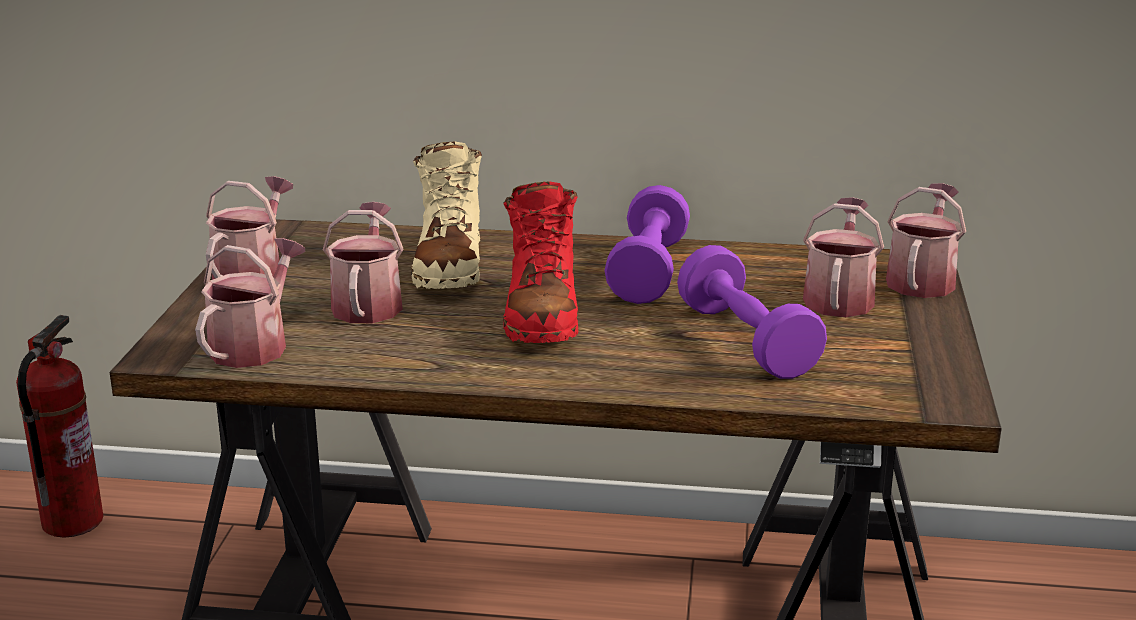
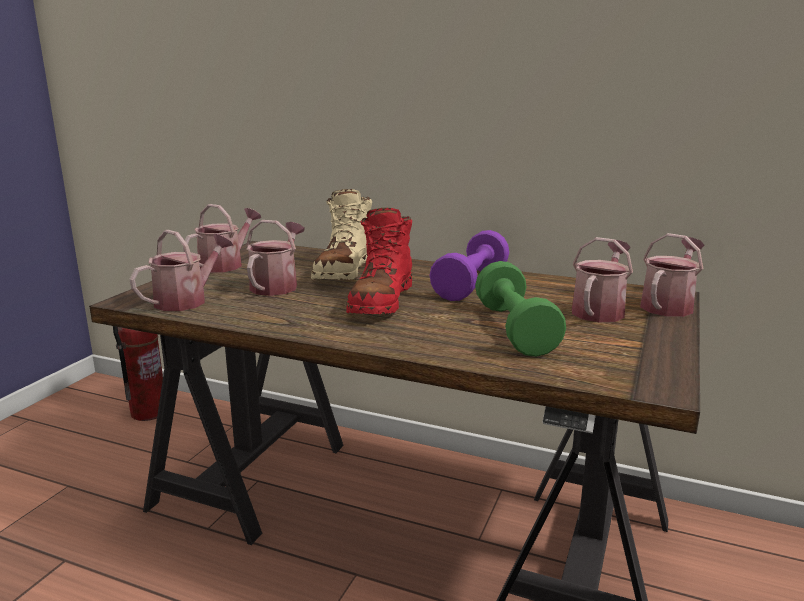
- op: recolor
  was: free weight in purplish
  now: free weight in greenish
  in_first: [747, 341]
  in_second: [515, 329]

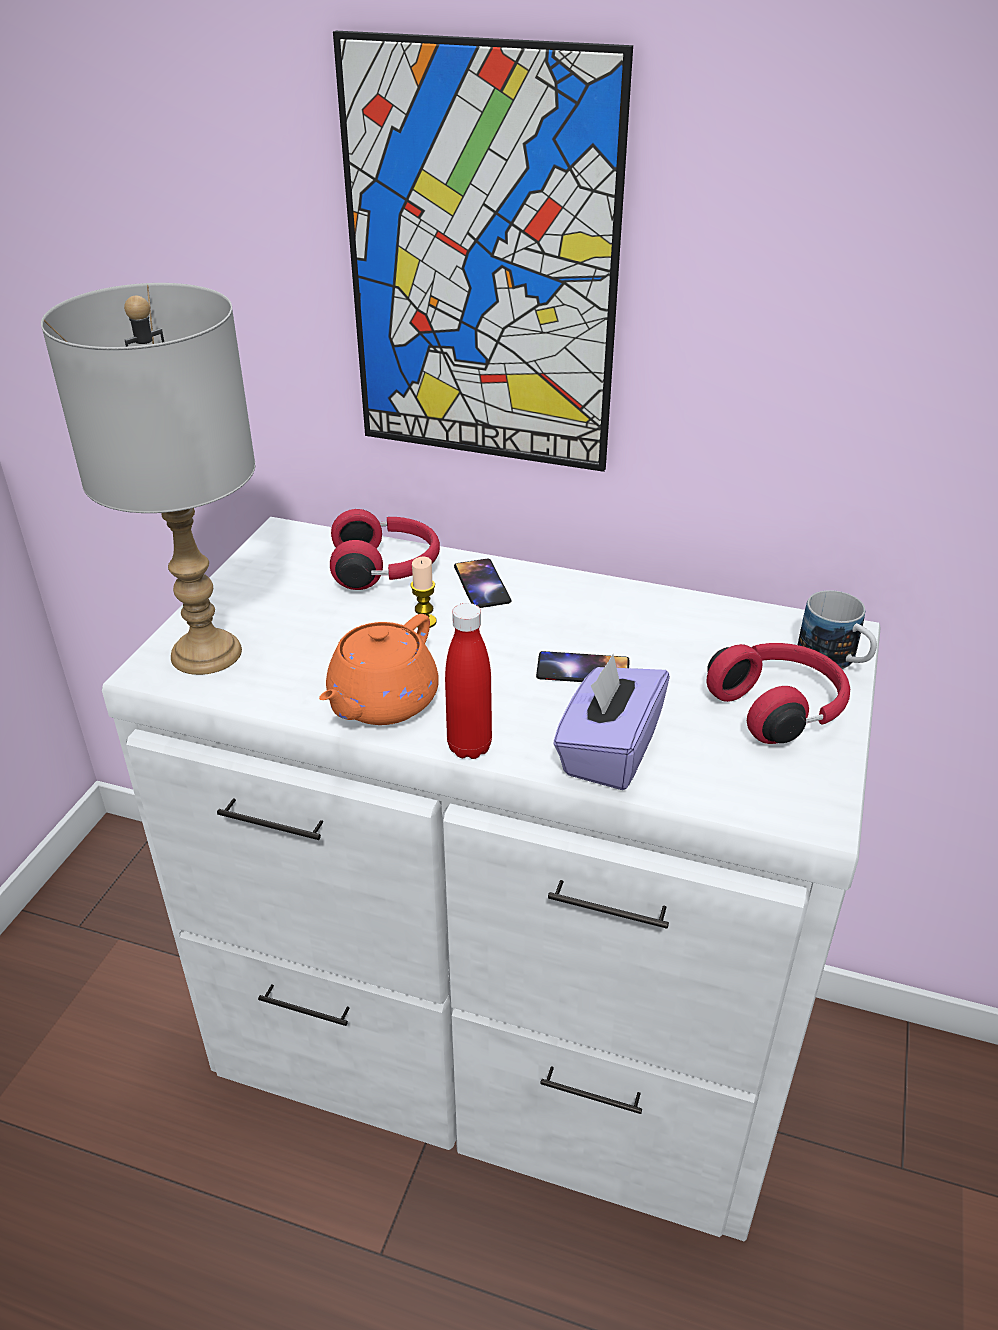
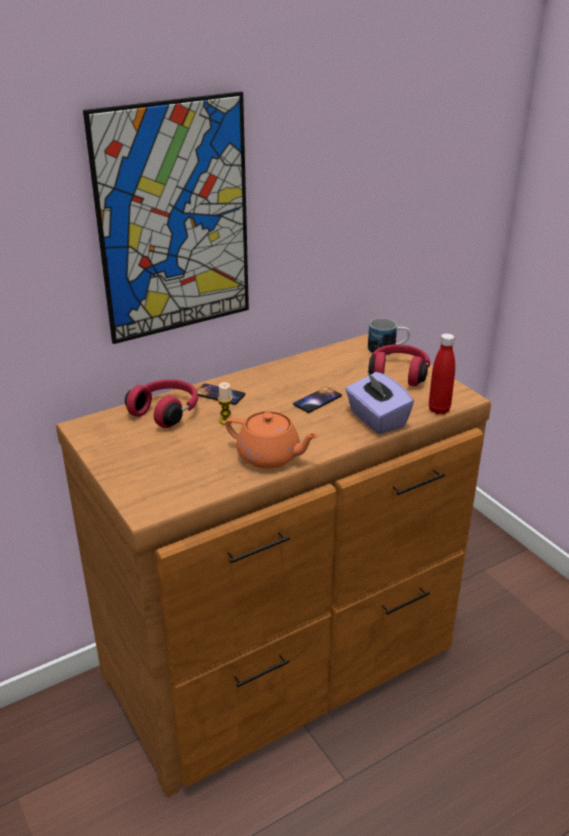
- op: delete
  was: tabletop lamp in greyish
  in_first: [207, 654]
- op: recolor
  was: dresser in white
  now: dresser in brownish
  in_first: [502, 1046]
  in_second: [284, 664]
- op: rotate
  was: teapot in orange-coloured
  in_first: [381, 703]
  in_second: [270, 456]
  clockwise: -45
- op: move
  was: bottle in reddish
  in_first: [469, 747]
  in_second: [439, 410]

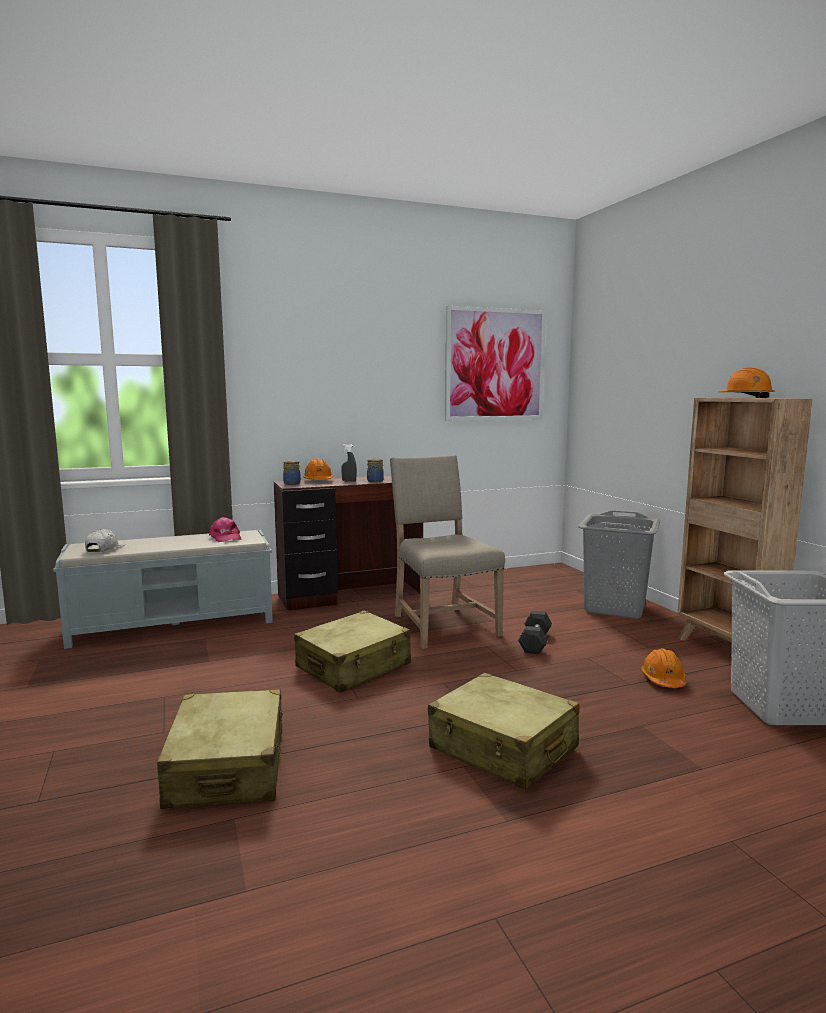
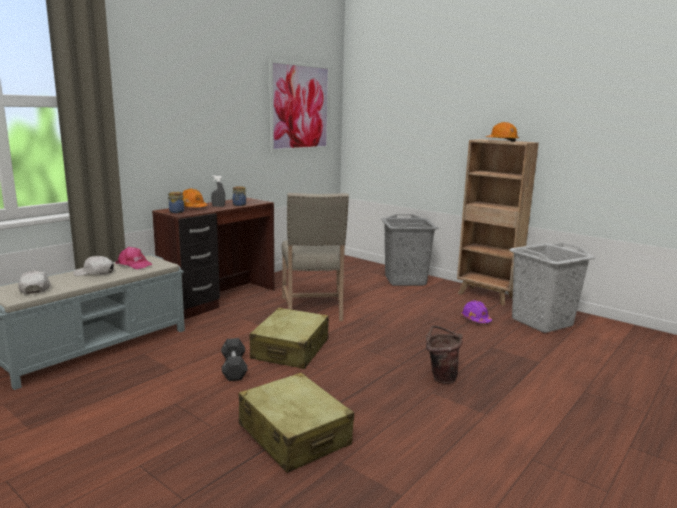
- op: rotate
  was: upright chair in beige-coloured
  in_first: [441, 624]
  in_second: [313, 309]
  clockwise: -135
- op: replace
  was: suitcase in beige-coloured
  now: pail in brownish
  in_first: [503, 748]
  in_second: [440, 377]
- op: move
  was: free weight in black
  in_first: [535, 642]
  in_second: [234, 368]
- op: recolor
  was: safety helmet in orange-coloured
  now: safety helmet in purplish
  in_first: [663, 680]
  in_second: [475, 319]
- op: insert
  now: baseball cap in white
  in_second: [94, 273]

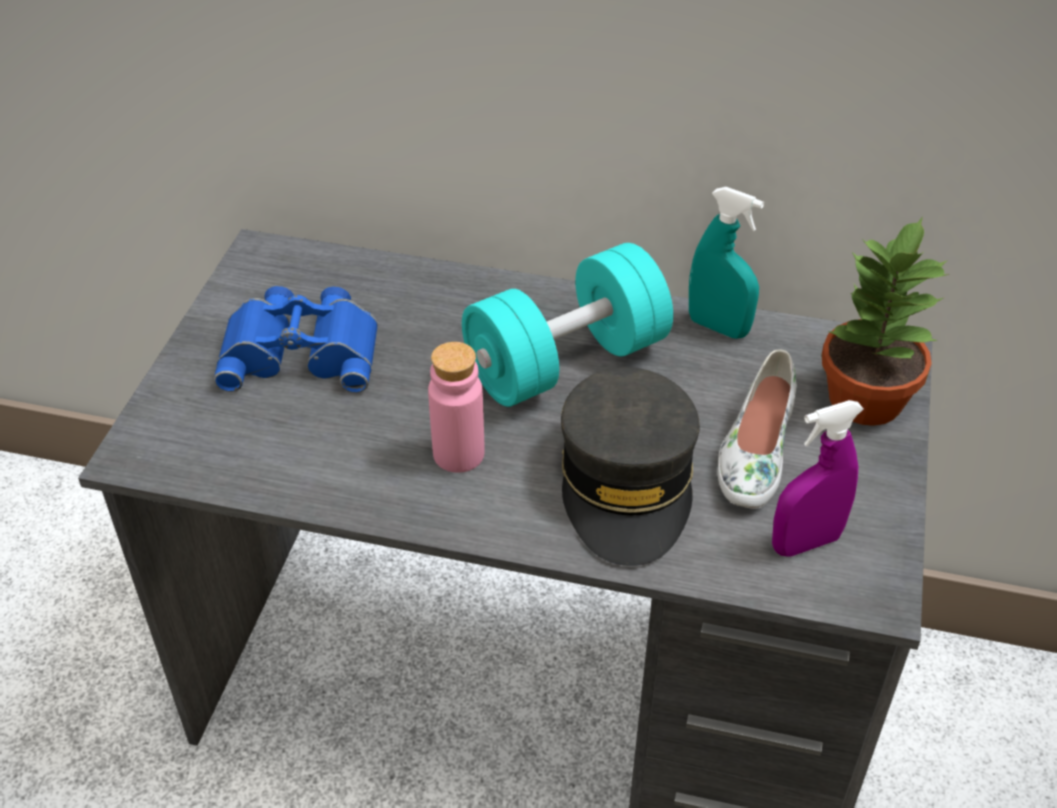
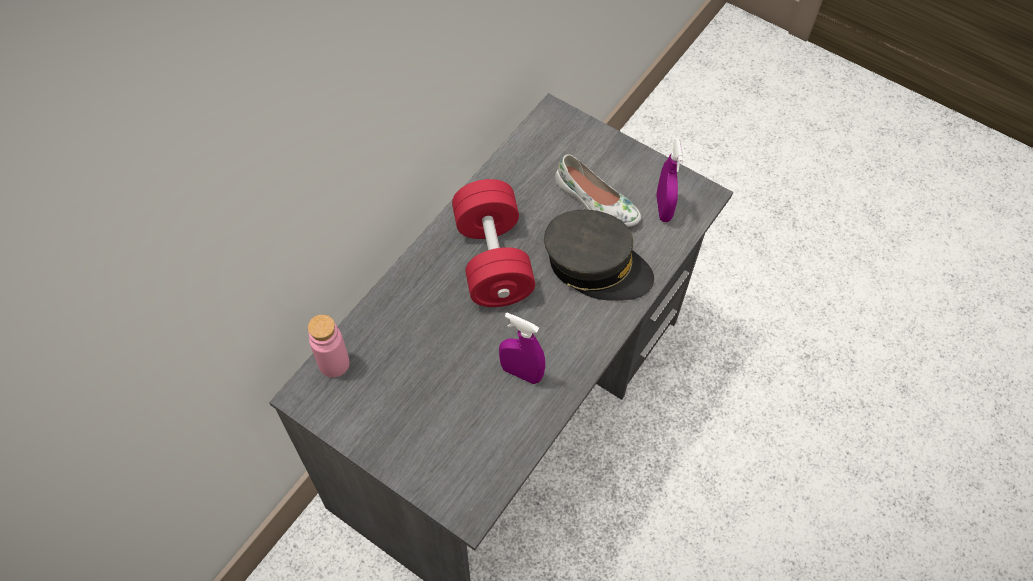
- op: delete
  was: field glasses in blue
  in_first: [302, 349]
- op: move
  was: bottle in pink-coloured
  in_first: [458, 454]
  in_second: [334, 363]
- op: recolor
  was: free weight in turquoise-coloured
  now: free weight in reddish
  in_first: [566, 362]
  in_second: [493, 260]
- op: delete
  was: hand sprayer in turquoise-coloured
  in_first: [718, 327]
- op: delete
  was: houseplant
  in_first: [863, 400]
- op: insert
  now: hand sprayer in purplish
  in_second: [521, 373]

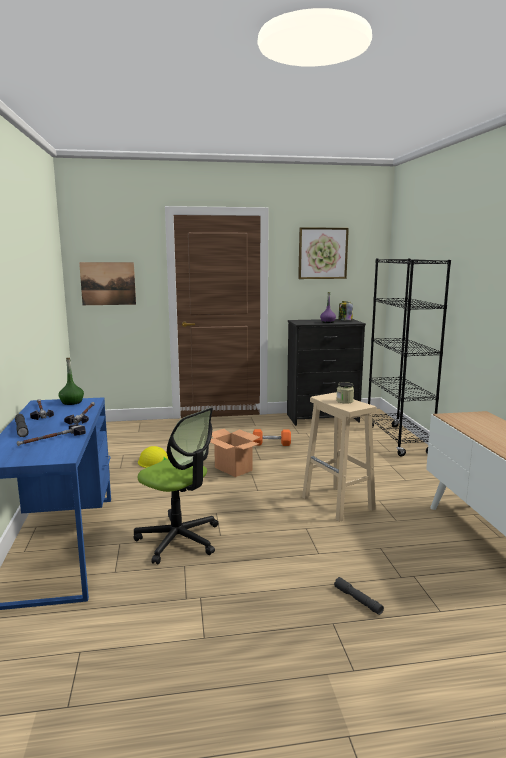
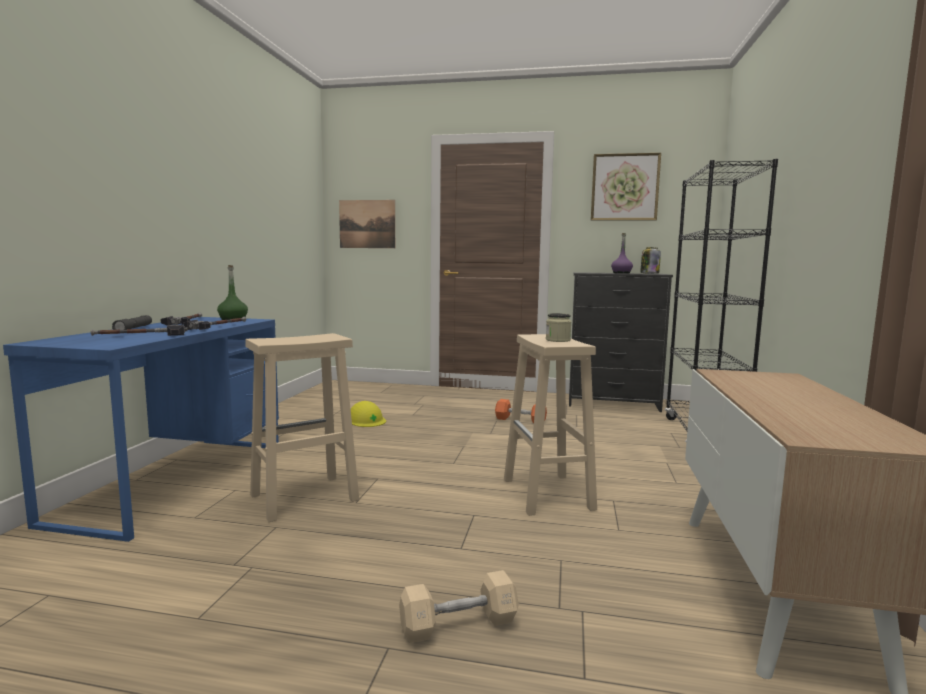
- op: replace
  was: office chair
  now: stool in beige-coloured
  in_first: [179, 539]
  in_second: [302, 498]
- op: delete
  was: carton
  in_first: [233, 469]
- op: replace
  was: flashlight in greyish
  now: free weight in beige-coloured
  in_first: [358, 600]
  in_second: [458, 624]

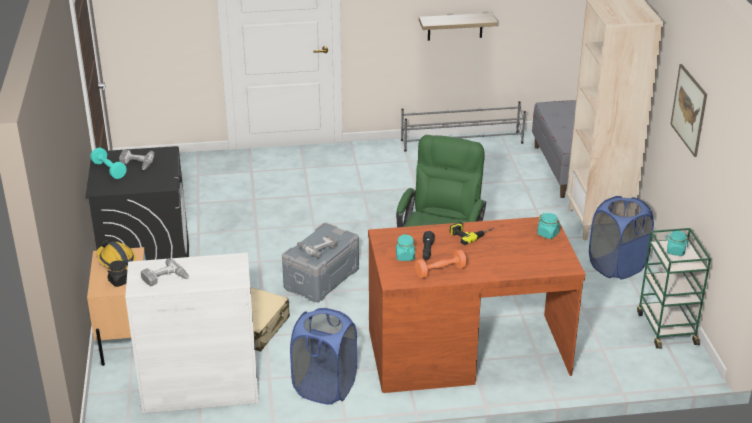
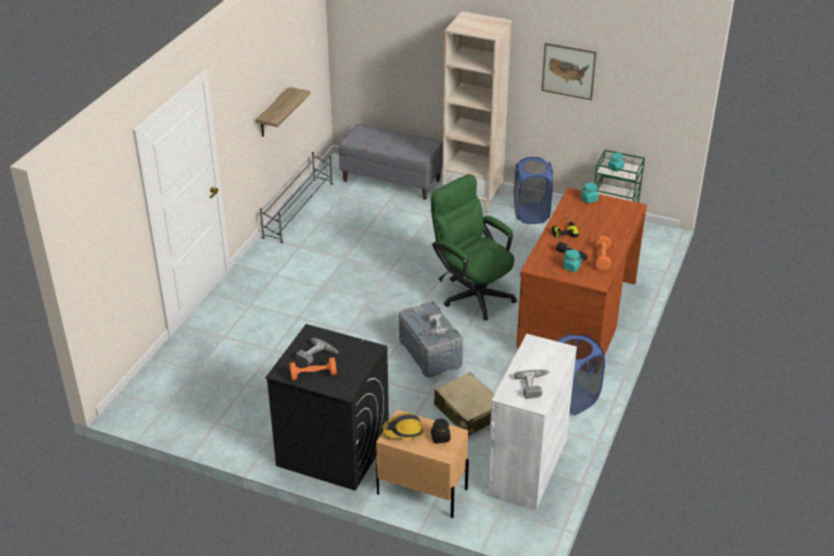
- op: recolor
  was: free weight in turquoise-coloured
  now: free weight in orange-coloured
  in_first: [109, 170]
  in_second: [313, 375]

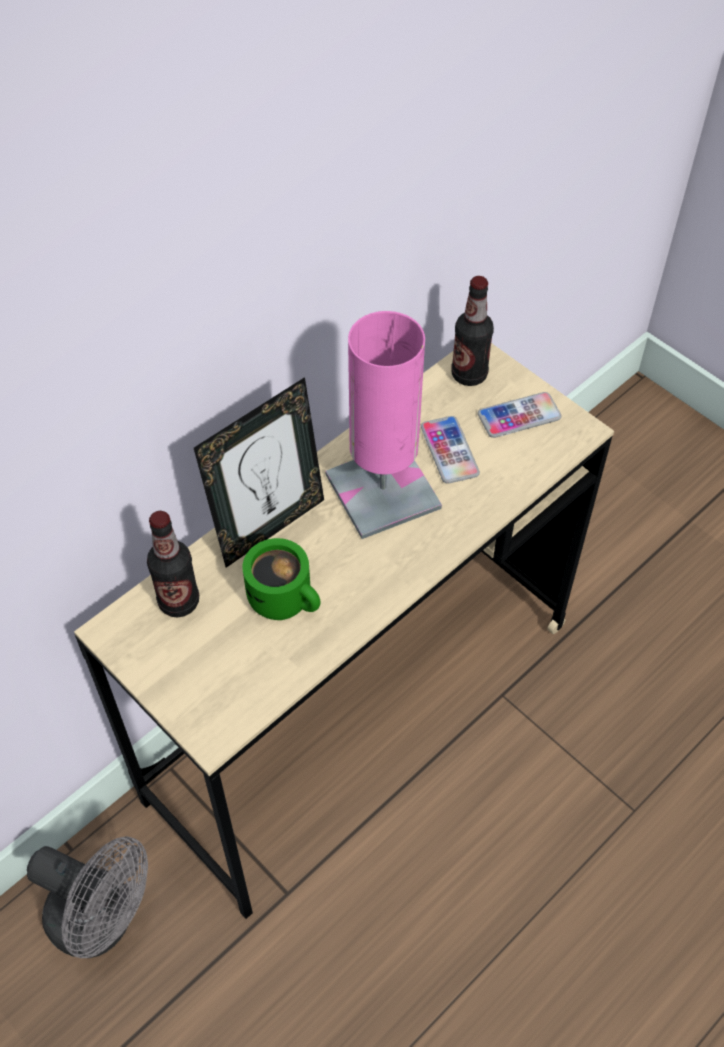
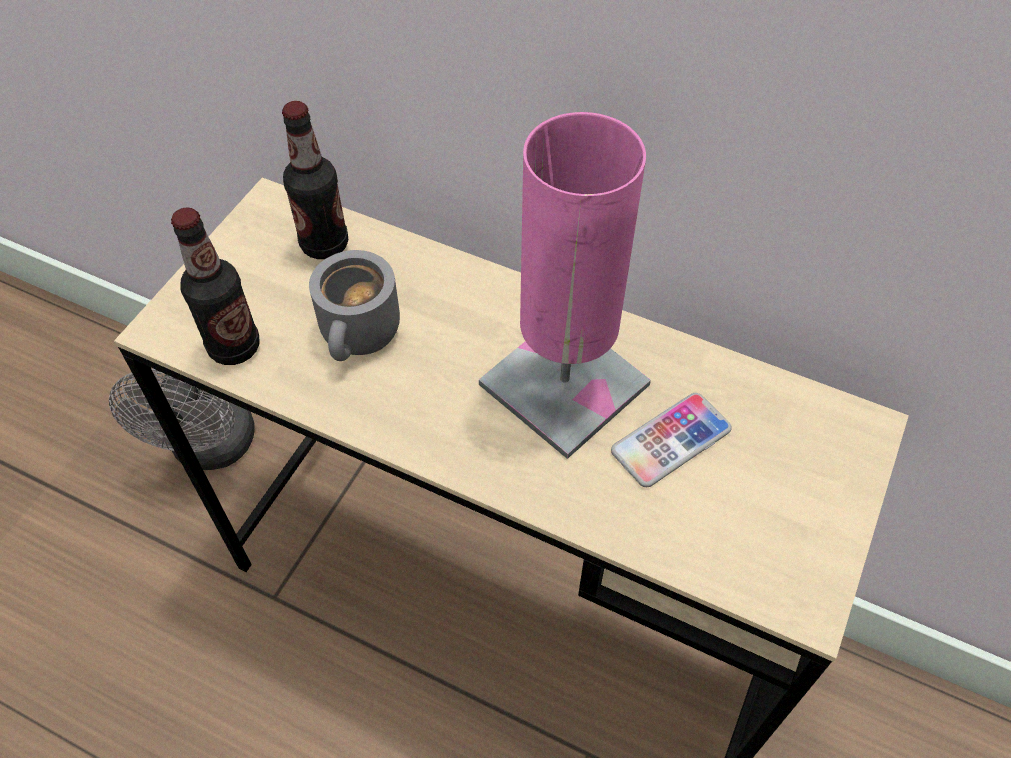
- op: delete
  was: standing frame
  in_first: [269, 526]
- op: recolor
  was: tea mug in greenish
  now: tea mug in greyish
  in_first: [286, 598]
  in_second: [362, 336]
- op: move
  was: bottle
  in_first: [469, 374]
  in_second: [234, 347]
- op: delete
  was: telephone
  in_first: [519, 416]

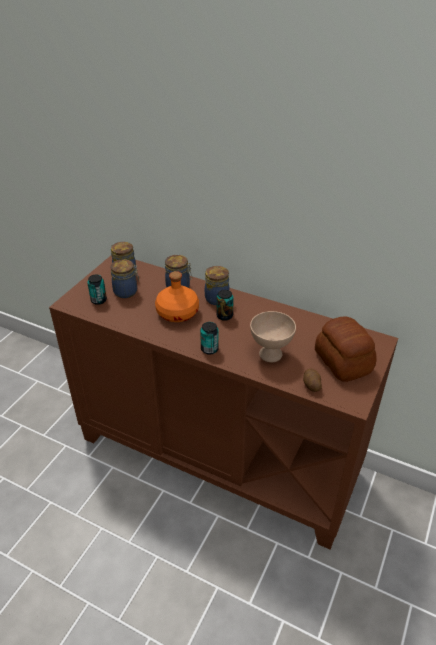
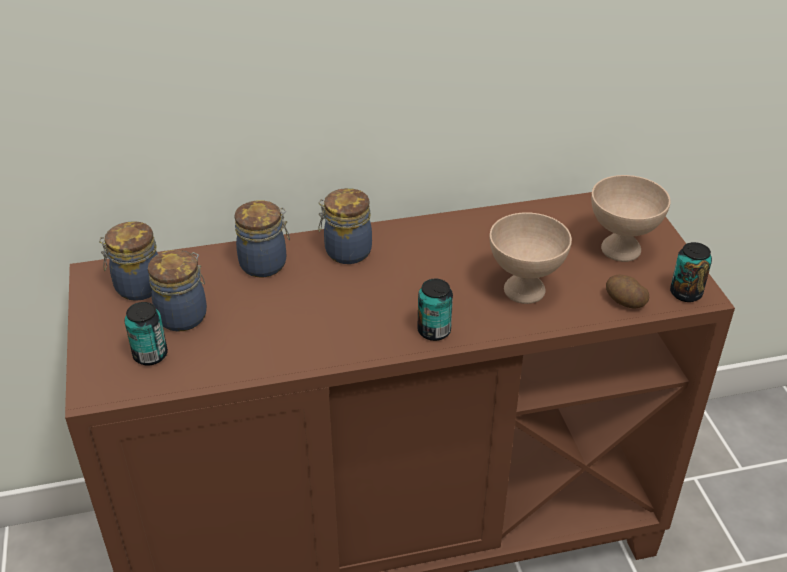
- op: delete
  was: bottle in orange-coloured
  in_first: [178, 312]
- op: move
  was: metal can
  in_first: [224, 316]
  in_second: [685, 293]
- op: replace
  was: bakery bread
  now: serving bowl in beige-coloured
  in_first: [342, 362]
  in_second: [621, 250]

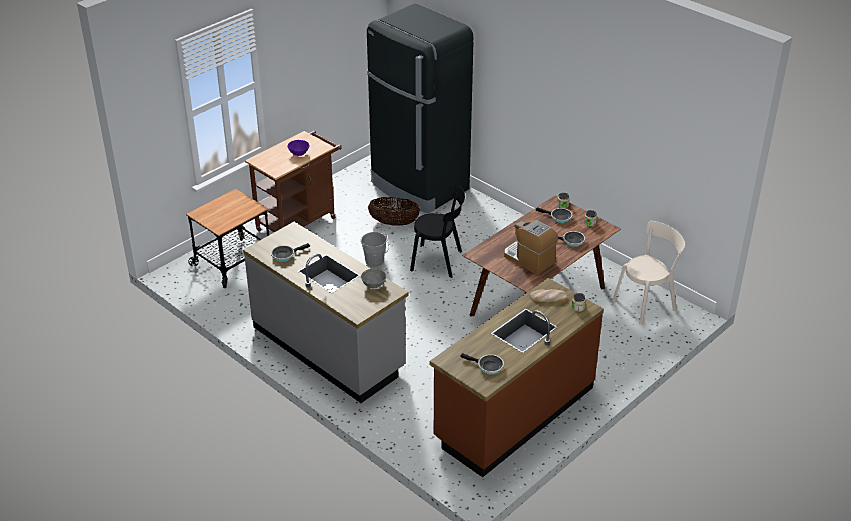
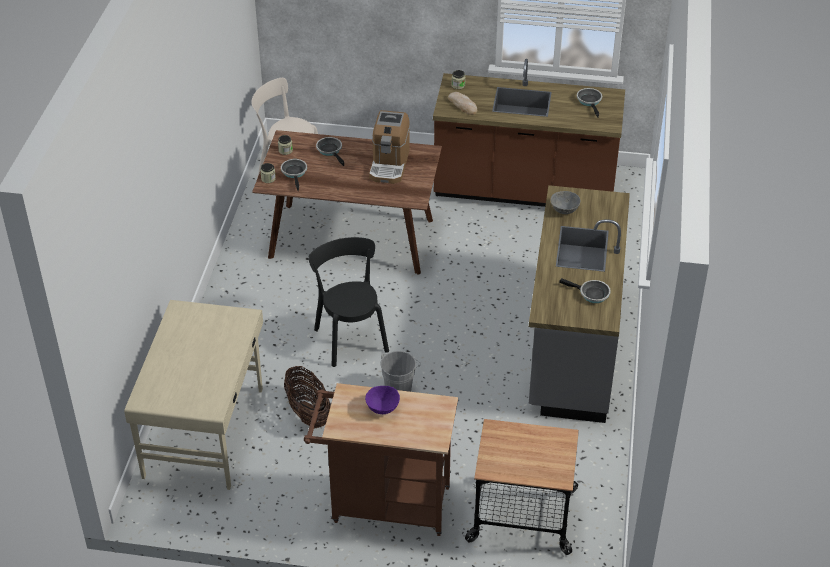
- op: replace
  was: fridge in black
  now: desk unit in beige-coloured
  in_first: [419, 186]
  in_second: [206, 432]

